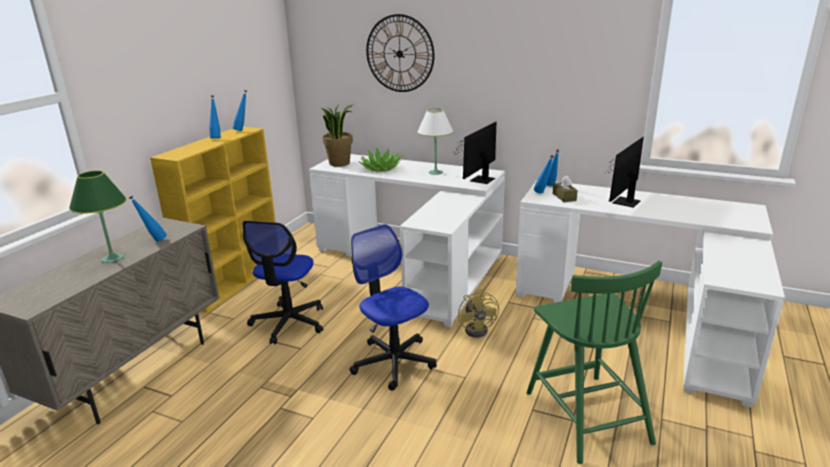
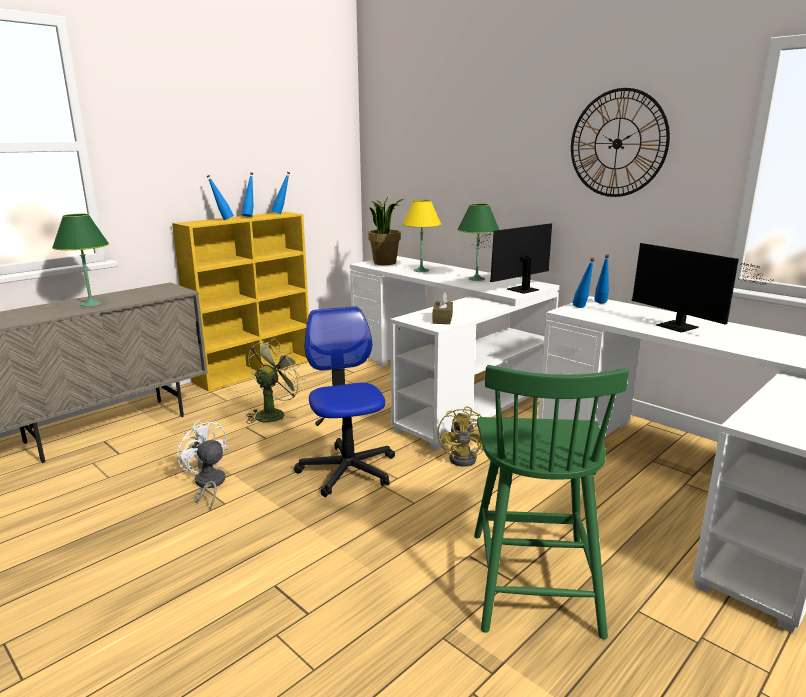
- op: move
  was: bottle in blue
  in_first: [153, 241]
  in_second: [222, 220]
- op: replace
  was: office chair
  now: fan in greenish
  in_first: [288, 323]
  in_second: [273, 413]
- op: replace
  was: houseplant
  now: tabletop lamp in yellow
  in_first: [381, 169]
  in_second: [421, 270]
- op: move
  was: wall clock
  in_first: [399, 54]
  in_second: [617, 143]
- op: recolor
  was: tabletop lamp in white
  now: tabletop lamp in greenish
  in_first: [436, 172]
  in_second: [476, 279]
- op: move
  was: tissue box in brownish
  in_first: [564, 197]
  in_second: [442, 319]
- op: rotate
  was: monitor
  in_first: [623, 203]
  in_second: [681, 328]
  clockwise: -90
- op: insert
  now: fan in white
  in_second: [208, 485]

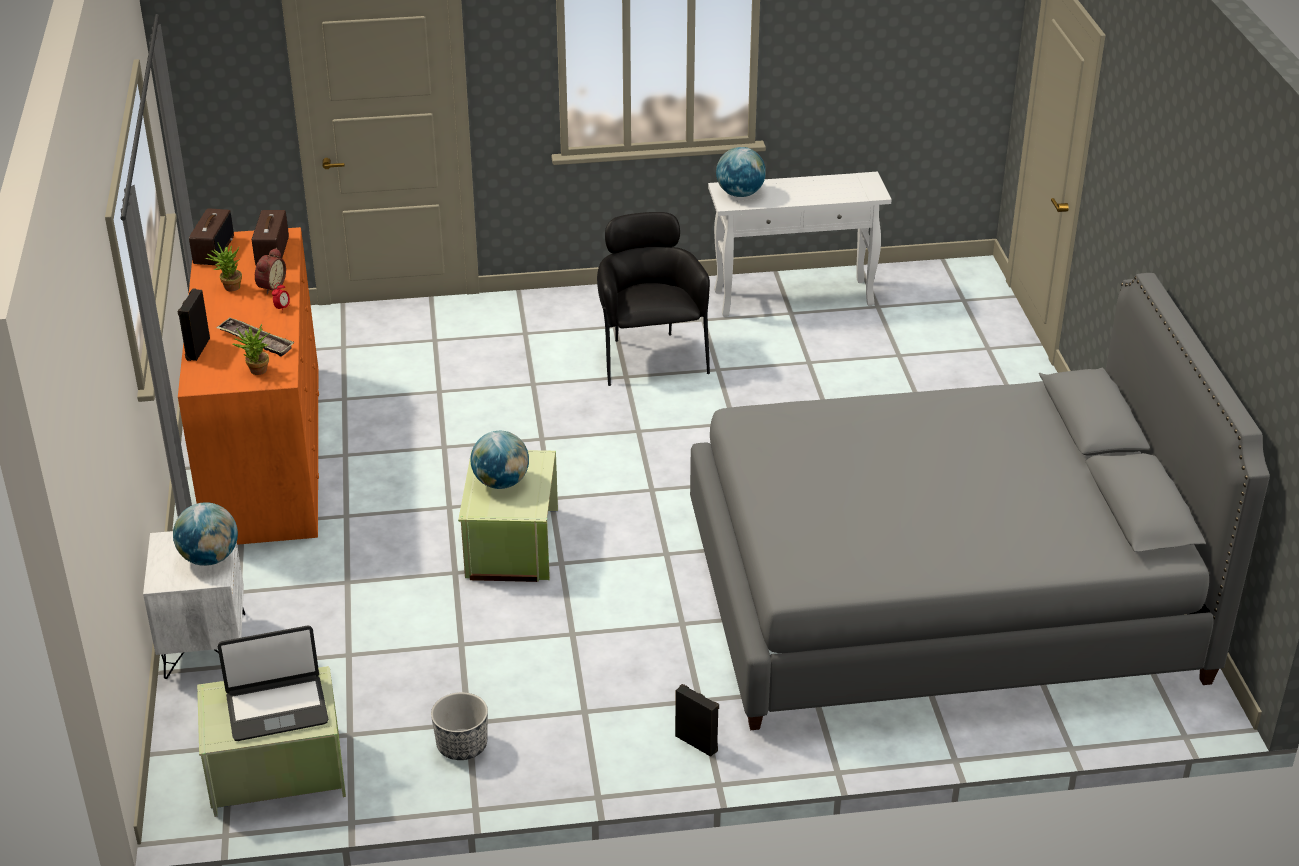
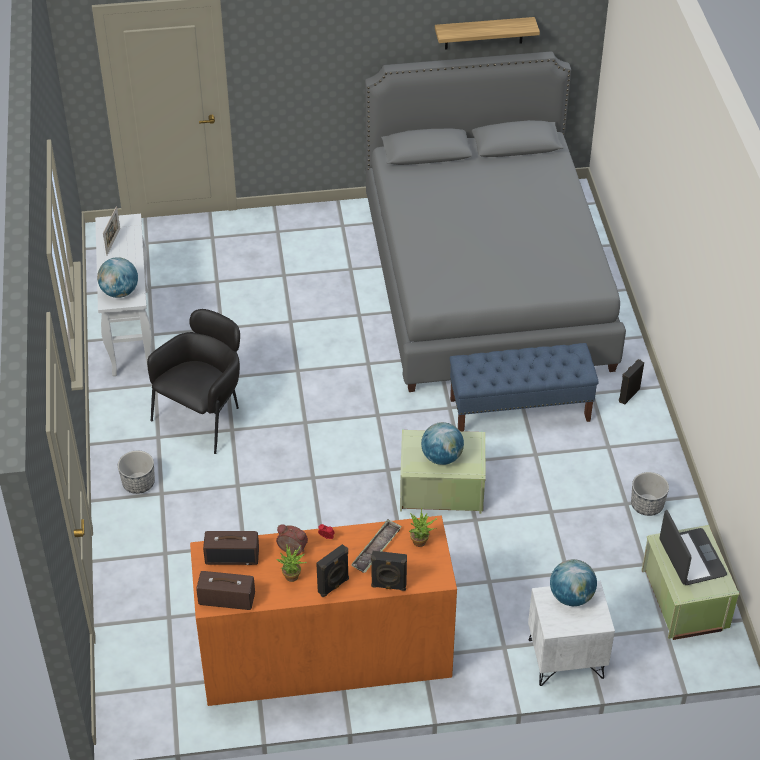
- op: rotate
  was: armchair in black
  in_first: [650, 356]
  in_second: [204, 415]
  clockwise: 135
- op: insert
  now: standing frame
  in_second: [113, 242]
- op: insert
  now: flower pot
  in_second: [138, 483]
- op: insert
  now: loudspeaker in black
  in_second: [334, 586]
- op: insert
  now: shelf
  in_second: [484, 33]
- op: insert
  now: indoor bench in blue
  in_second: [520, 410]

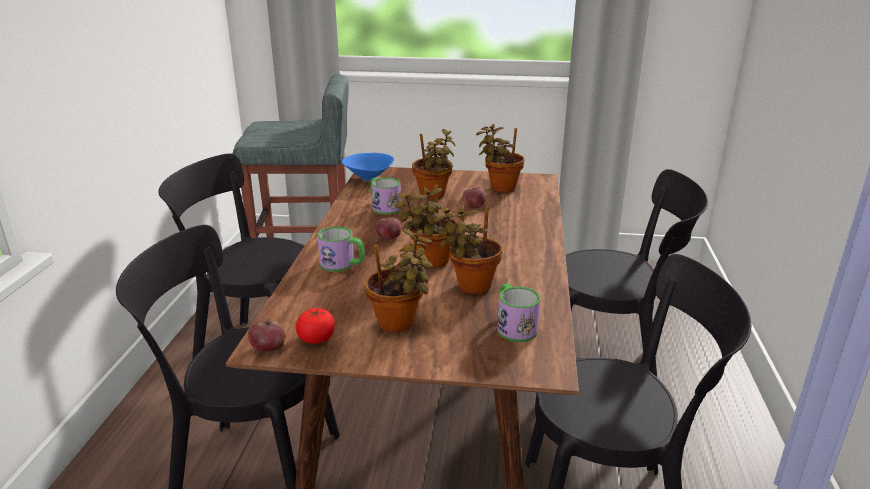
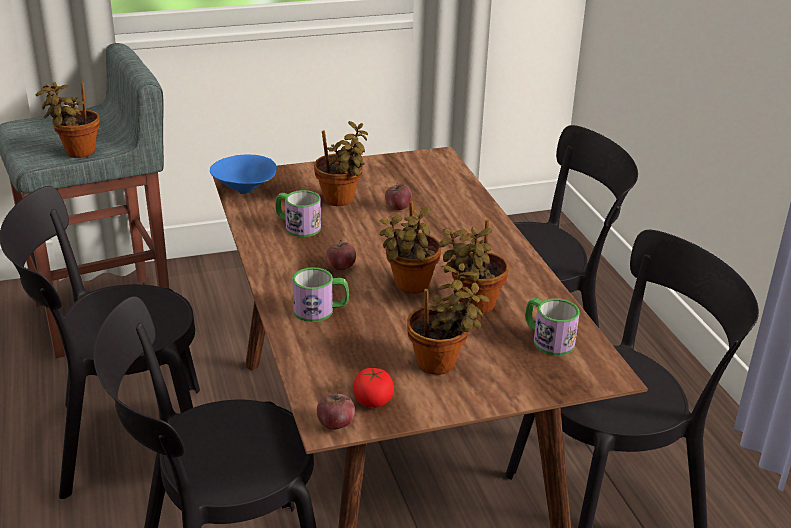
- op: move
  was: houseplant
  in_first: [500, 188]
  in_second: [77, 152]

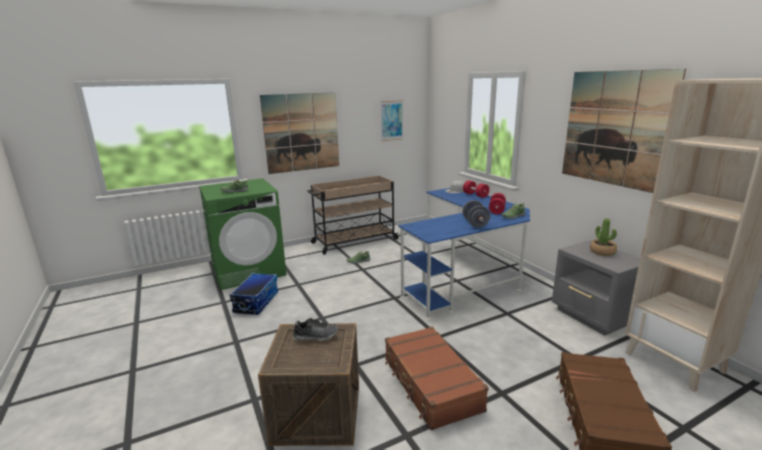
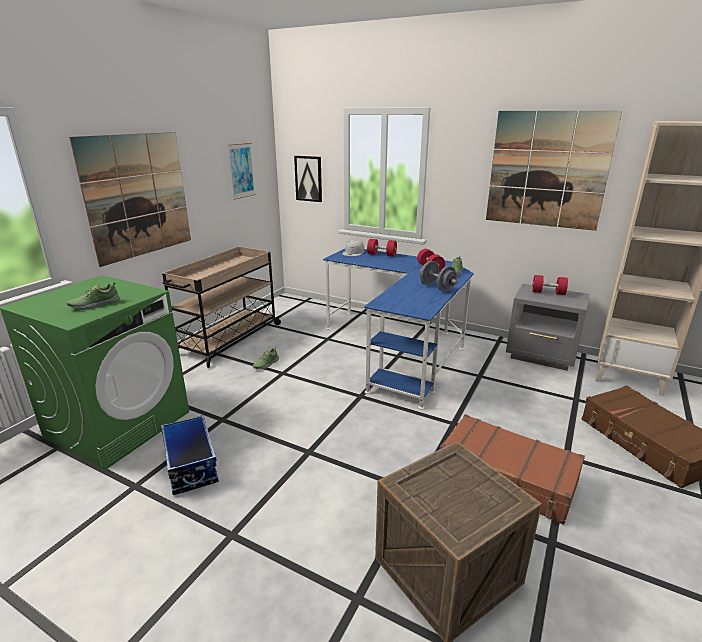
- op: delete
  was: shoe
  in_first: [315, 336]
- op: replace
  was: houseplant
  now: free weight in reddish
  in_first: [602, 252]
  in_second: [548, 293]
- op: insert
  now: wall picture
  in_second: [308, 178]

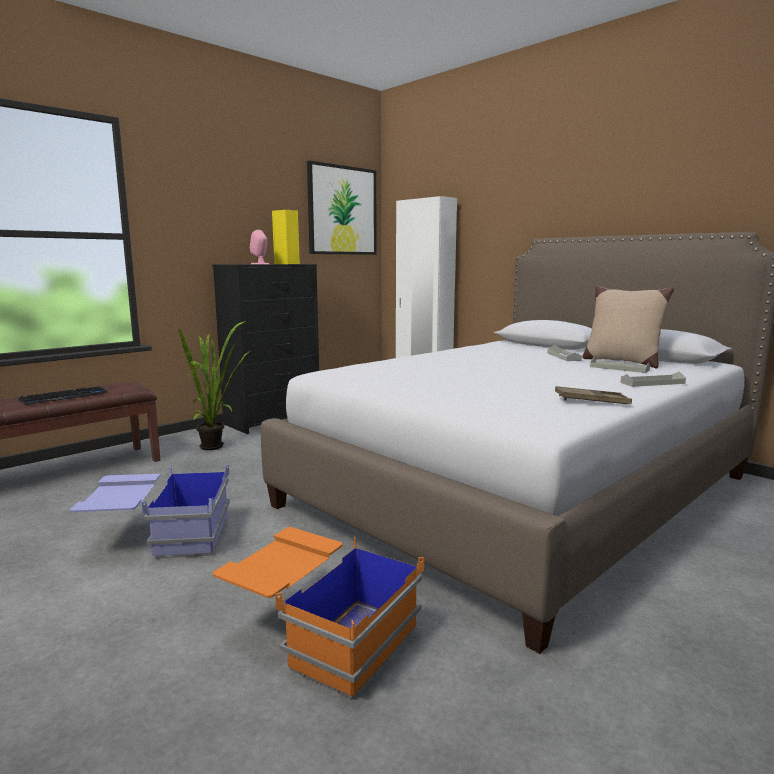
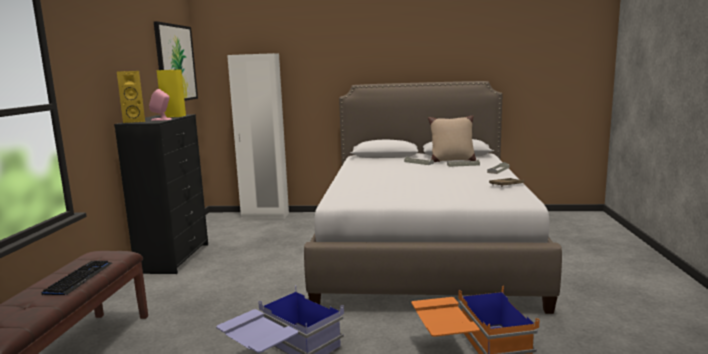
- op: delete
  was: houseplant
  in_first: [217, 447]
- op: insert
  now: loudspeaker in yellow
  in_second: [136, 121]

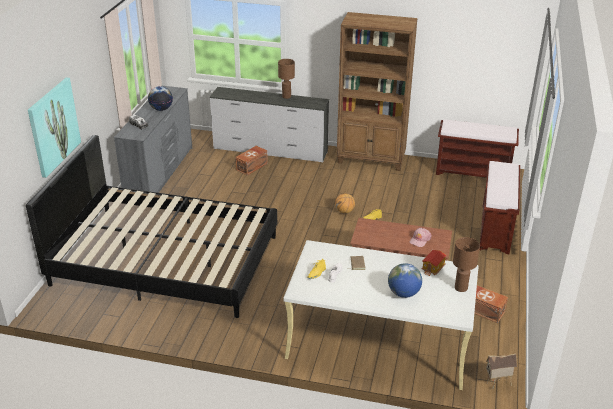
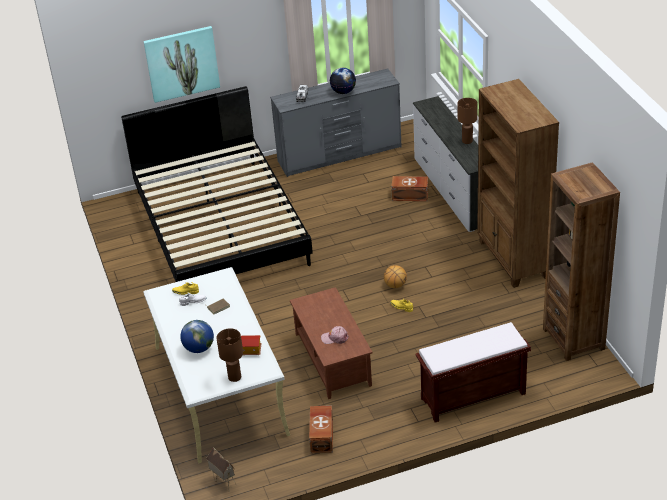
- op: replace
  was: indoor bench in brownish
  now: shelving unit in brownish
  in_first: [473, 172]
  in_second: [573, 339]

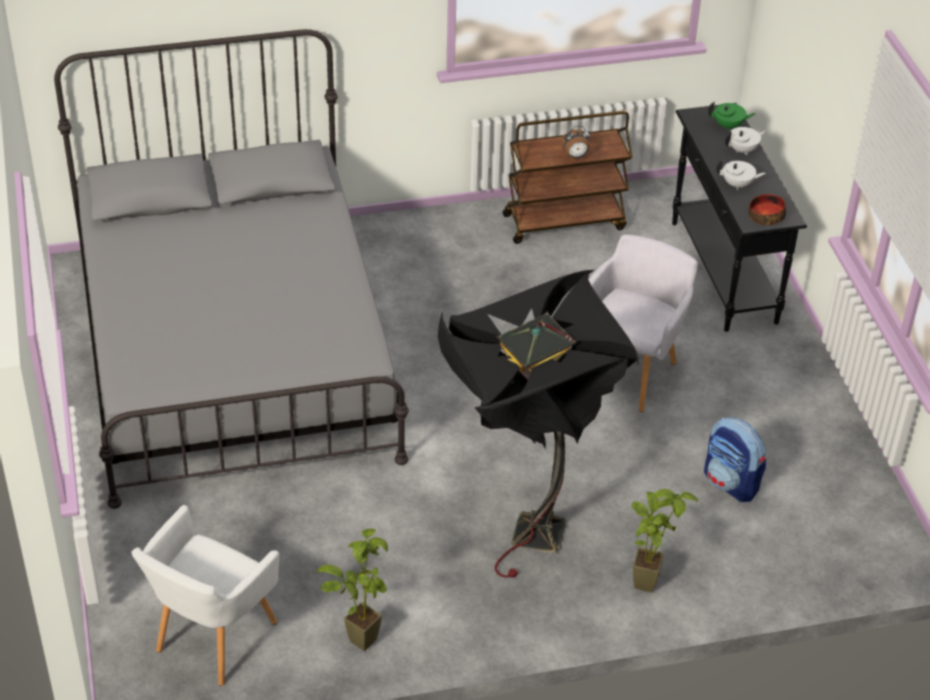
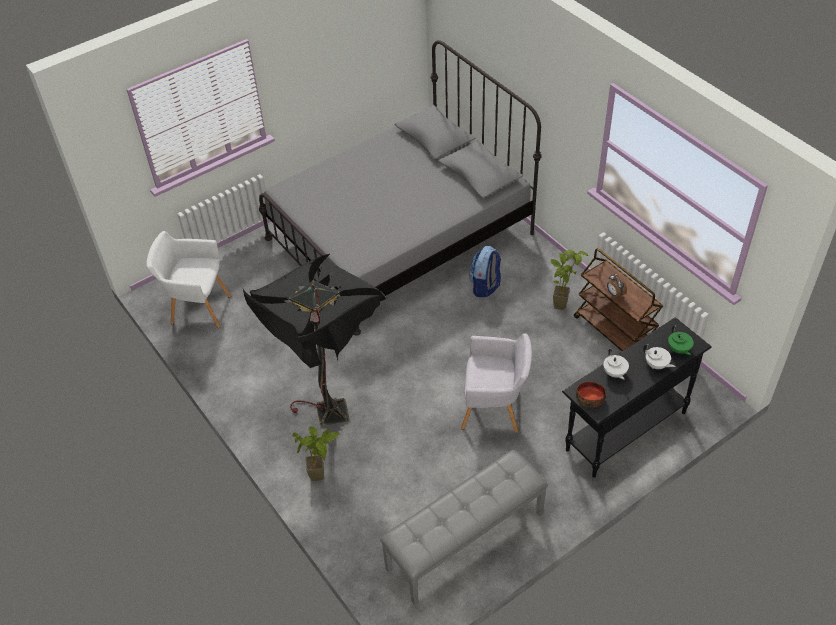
- op: move
  was: houseplant
  in_first: [358, 634]
  in_second: [562, 302]
- op: move
  was: rucksack
  in_first: [731, 483]
  in_second: [485, 286]
- op: insert
  now: indoor bench in greyish
  in_second: [465, 541]

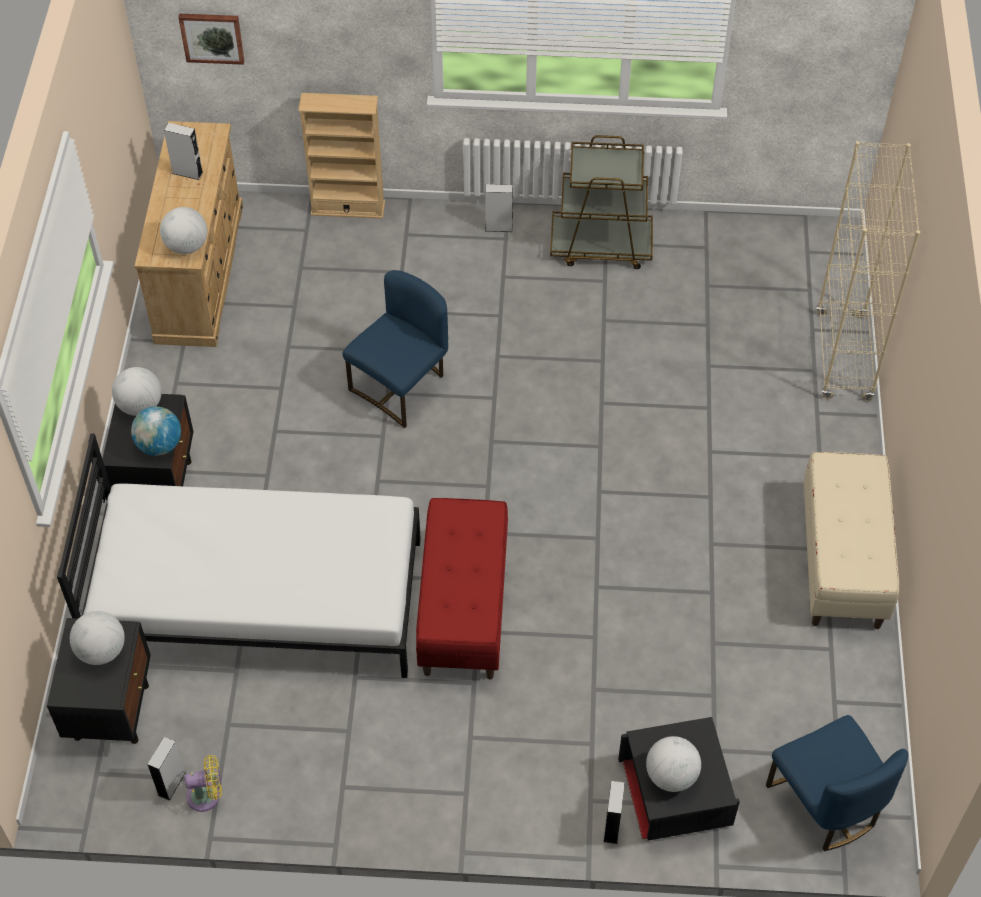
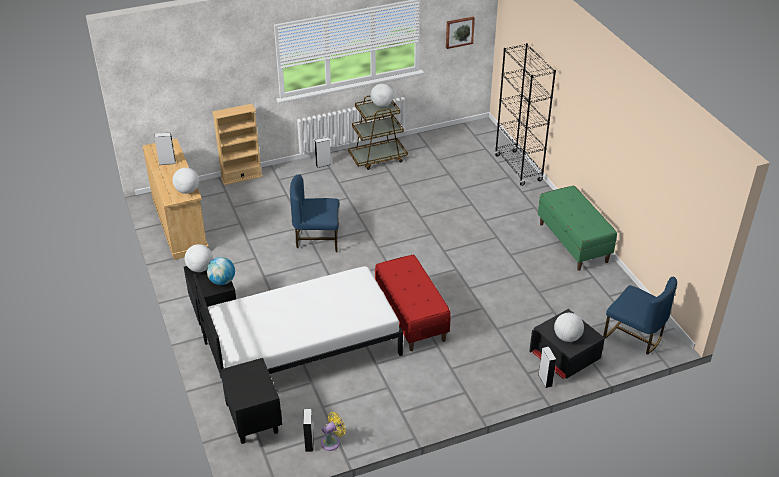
- op: move
  was: desk globe
  in_first: [102, 651]
  in_second: [382, 104]
- op: move
  was: wall picture
  in_first: [212, 37]
  in_second: [459, 32]
- op: rotate
  was: upright chair in blue
  in_first: [401, 386]
  in_second: [317, 239]
  clockwise: -105
- op: recolor
  was: indoor bench in beige-coloured
  now: indoor bench in greenish
  in_first: [842, 561]
  in_second: [573, 242]
- op: recolor
  was: shelving unit in beige-coloured
  now: shelving unit in black
  in_first: [843, 357]
  in_second: [518, 168]

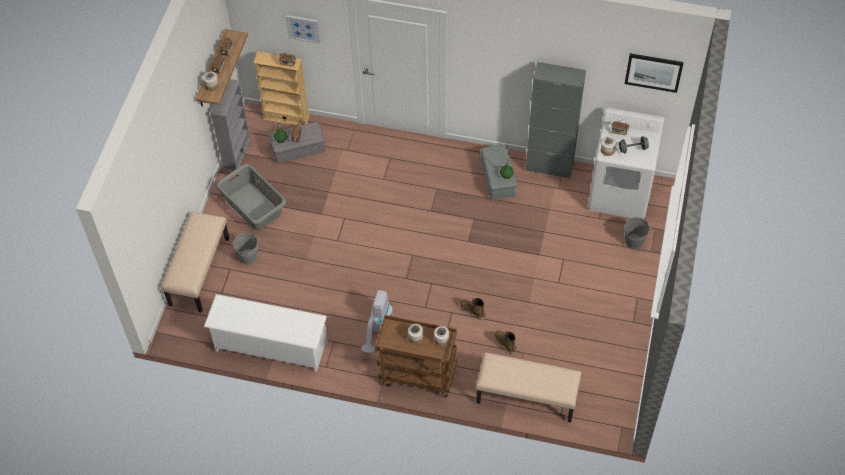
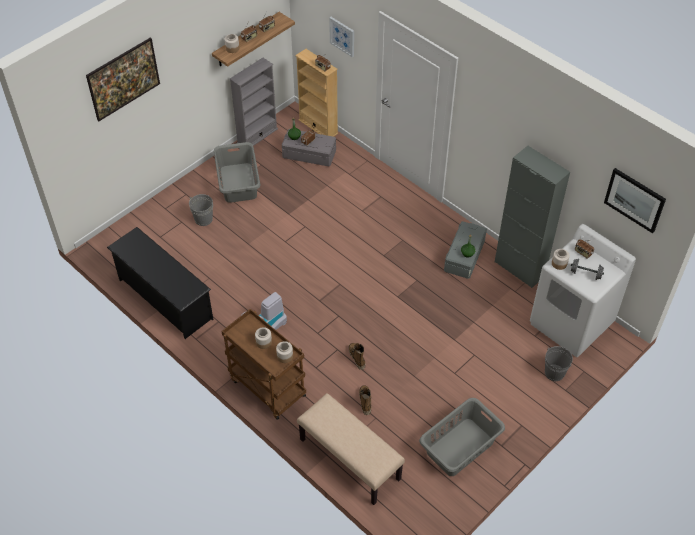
- op: delete
  was: indoor bench in beige-coloured
  in_first: [199, 271]
- op: recolor
  was: shoe stand in white
  now: shoe stand in black
  in_first: [270, 346]
  in_second: [165, 299]
- op: insert
  now: wall picture
  in_second: [126, 90]
- op: insert
  now: washing basket in greyish
  in_second: [460, 447]

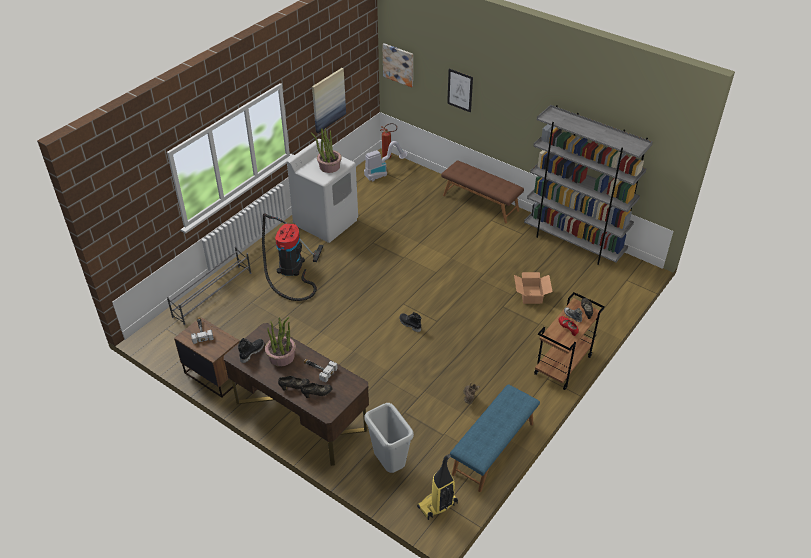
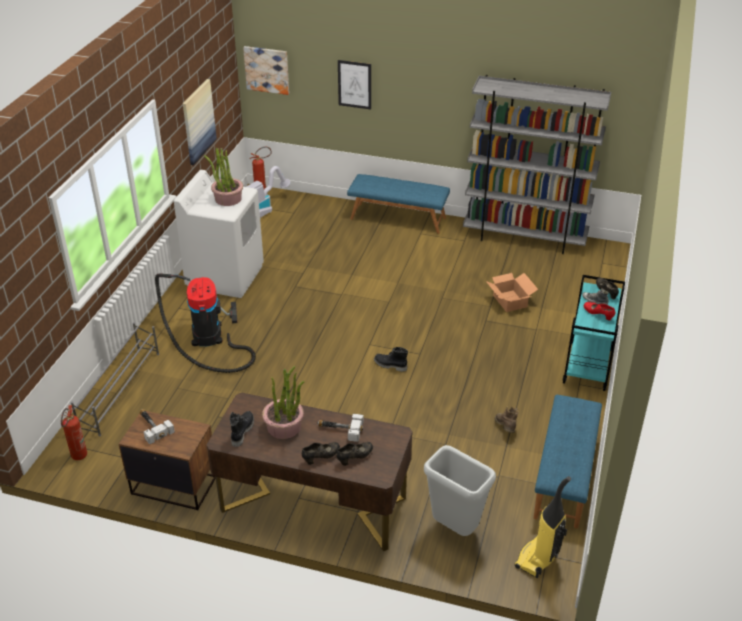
- op: recolor
  was: indoor bench in brownish
  now: indoor bench in blue
  in_first: [480, 202]
  in_second: [398, 218]
- op: recolor
  was: wheeled cart in brownish
  now: wheeled cart in turquoise-coloured
  in_first: [563, 366]
  in_second: [588, 366]
- op: insert
  now: fire extinguisher
  in_second: [78, 458]

